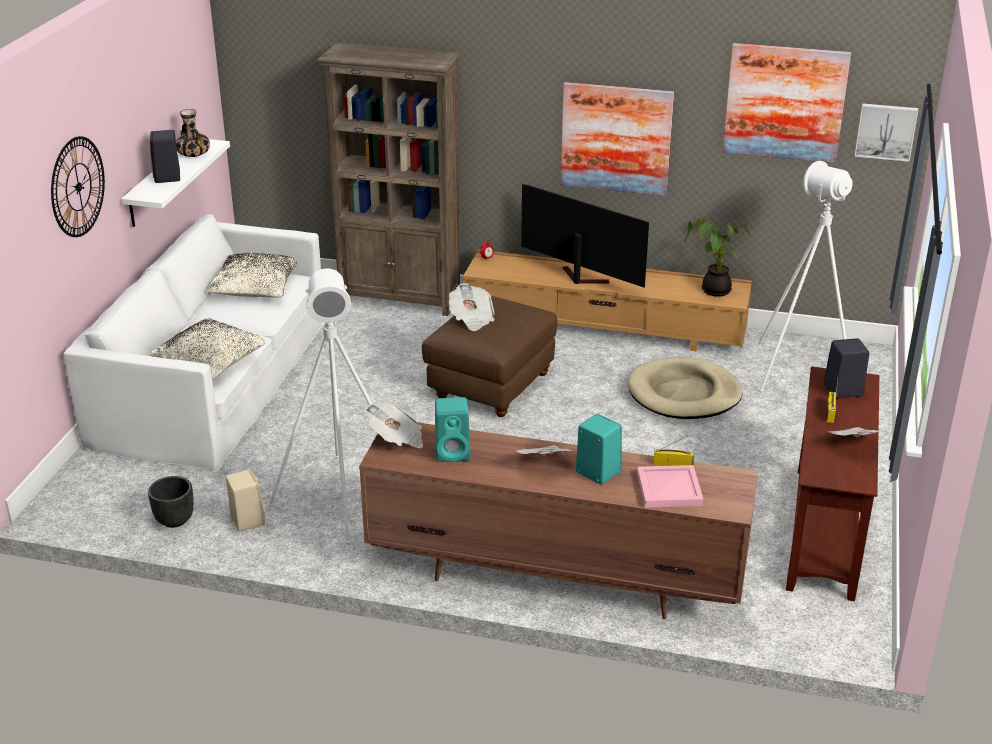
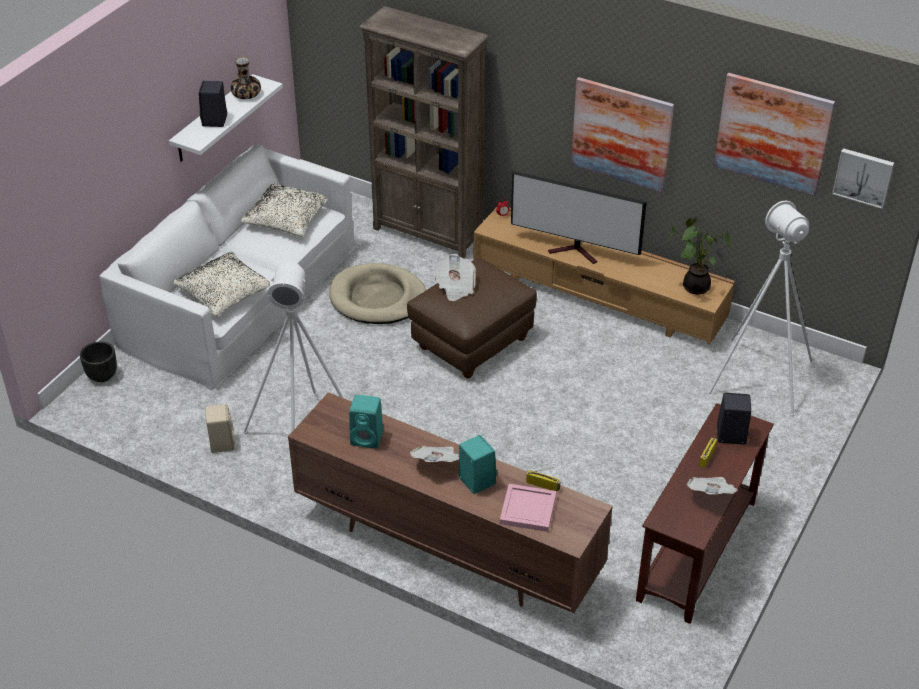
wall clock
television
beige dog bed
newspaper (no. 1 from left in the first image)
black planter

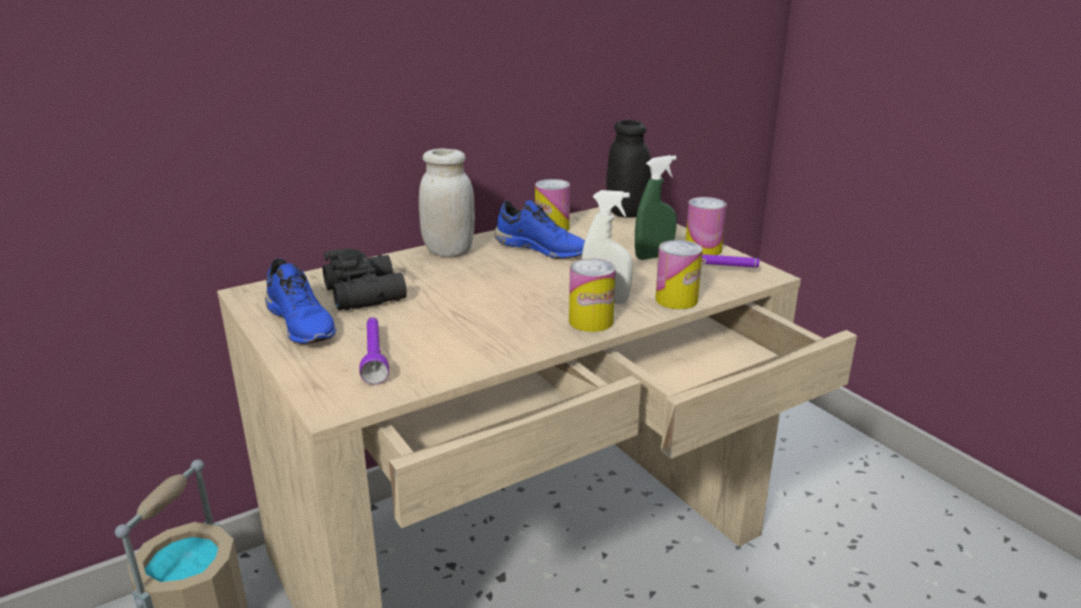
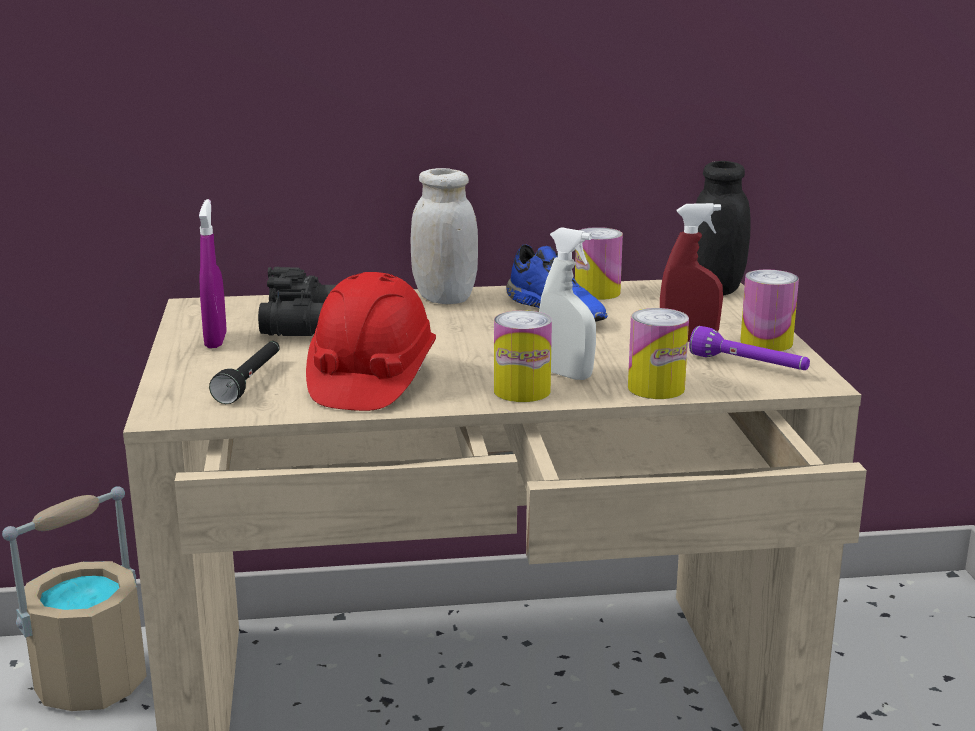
red spray bottle
purple spray bottle
black flashlight
red hard hat

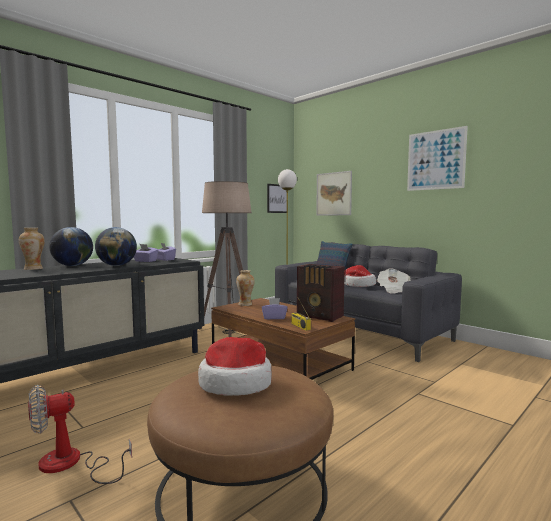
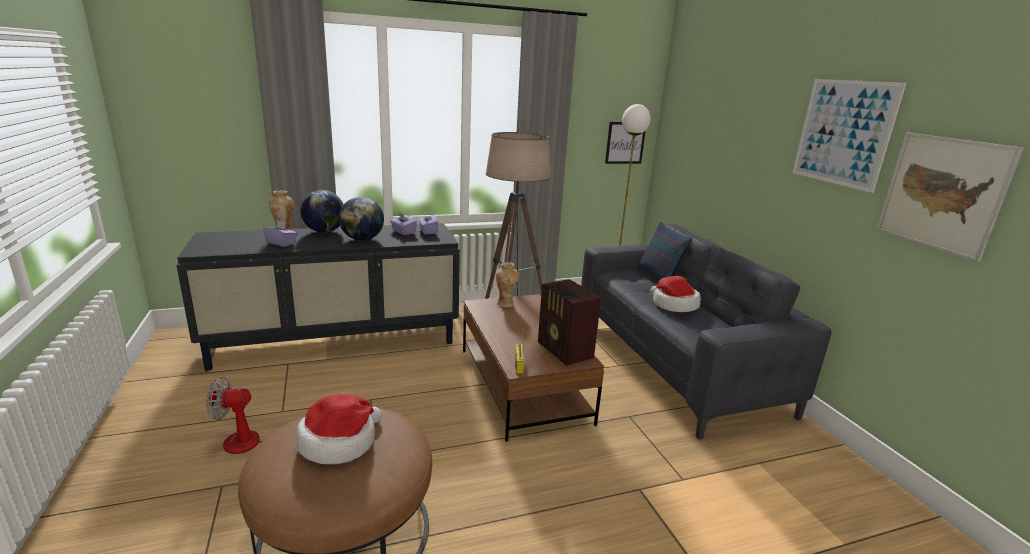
picture (no. 3 from left)
newspaper
purple tissue box (no. 1 from left)

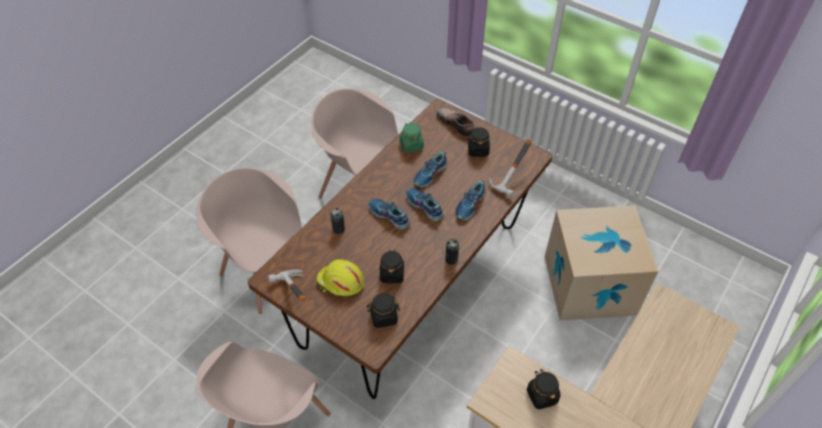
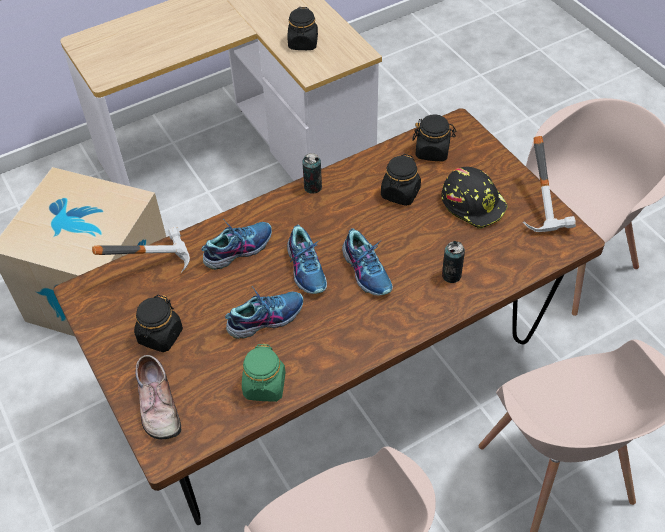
black hard hat

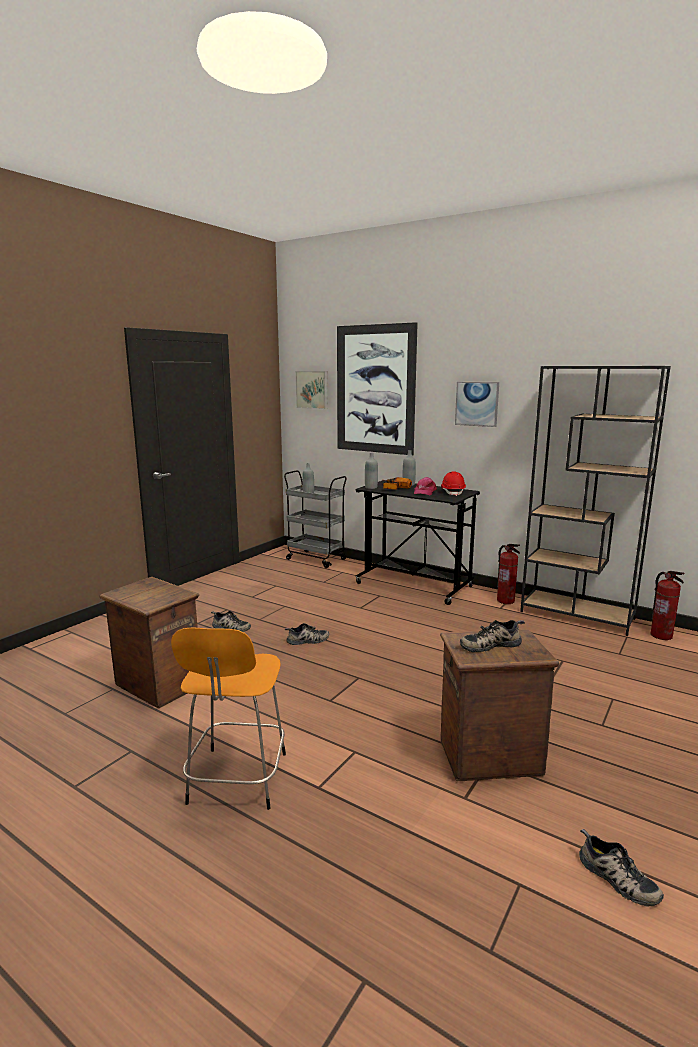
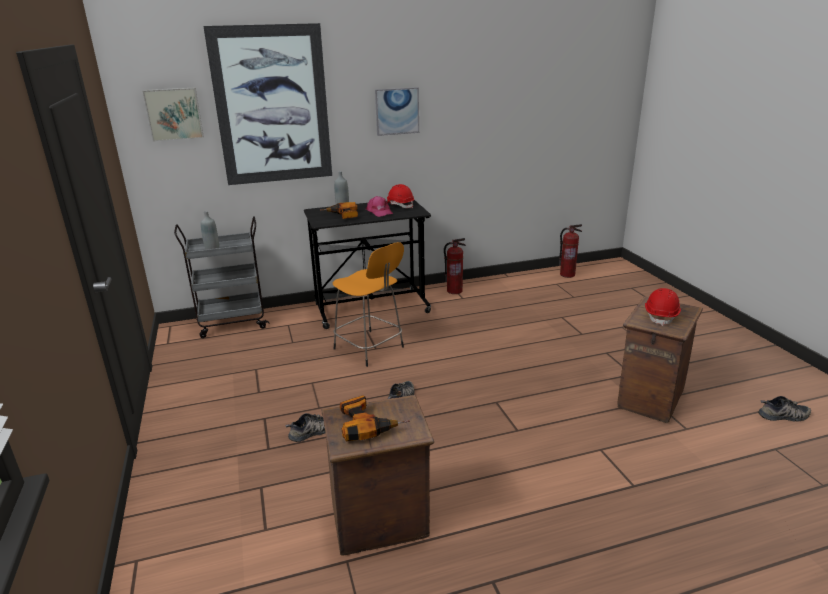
bookcase
grey bottle (no. 2 from left in the first image)
red hard hat (no. 2 from left)
orange stool
power drill (no. 2 from left)

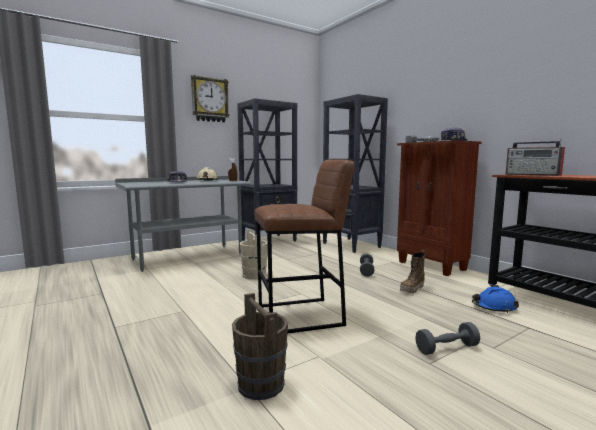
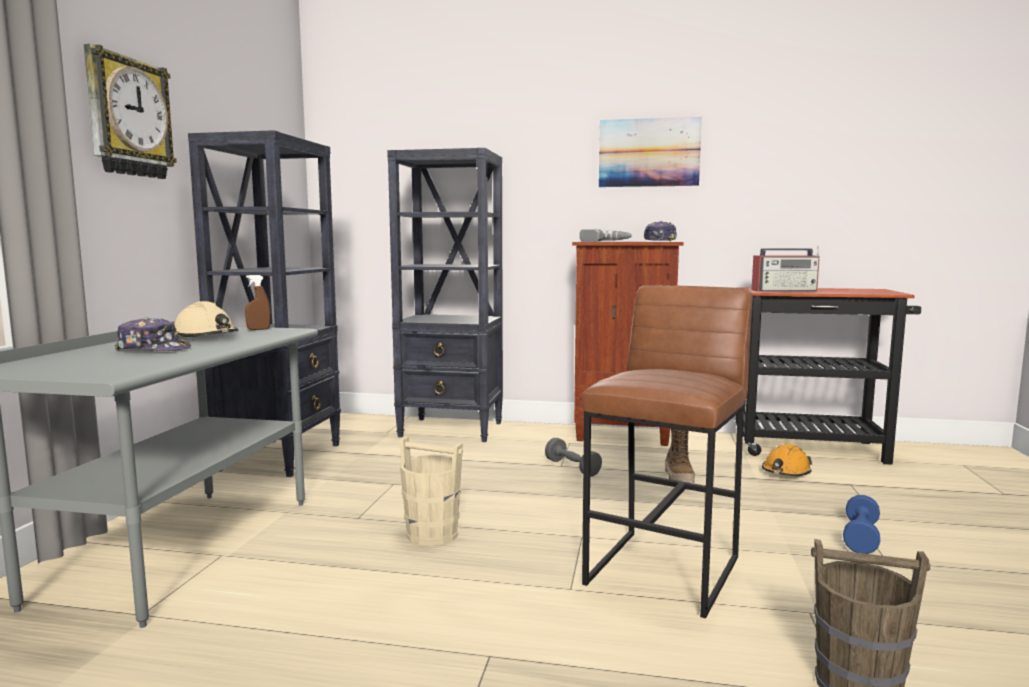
orange hard hat
blue dumbbell
picture

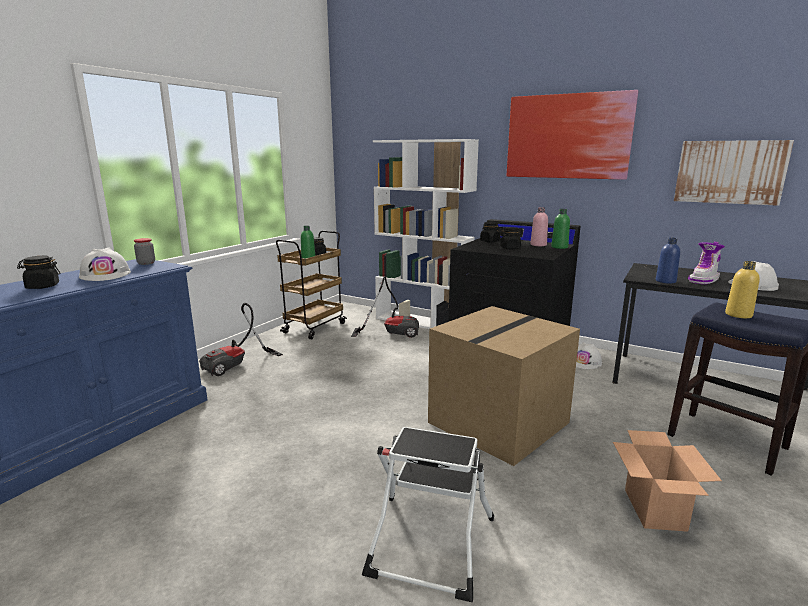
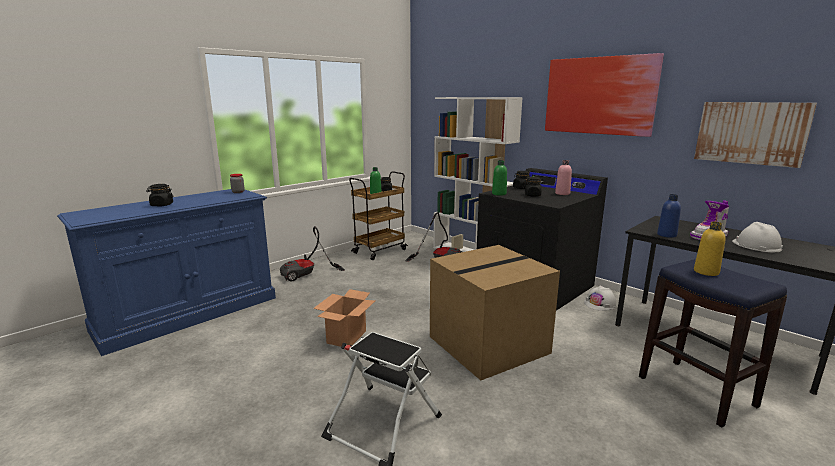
green bottle (no. 2 from left)
white hard hat (no. 1 from left in the first image)
cardboard box (no. 1 from left)

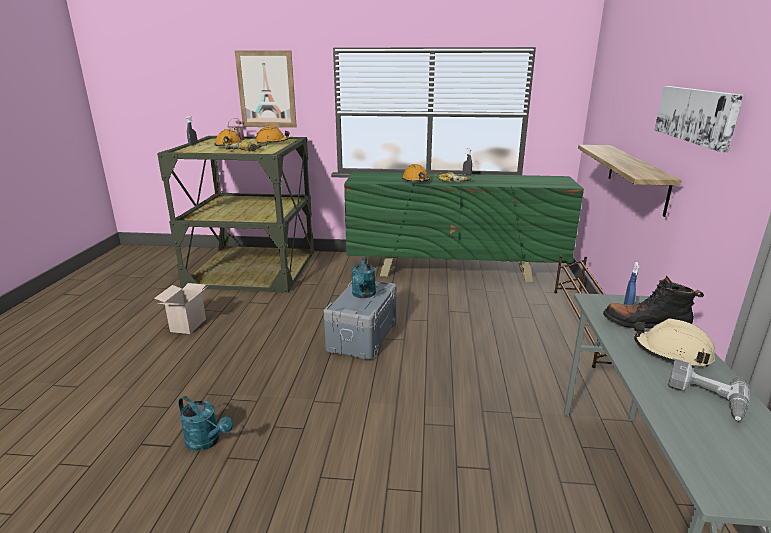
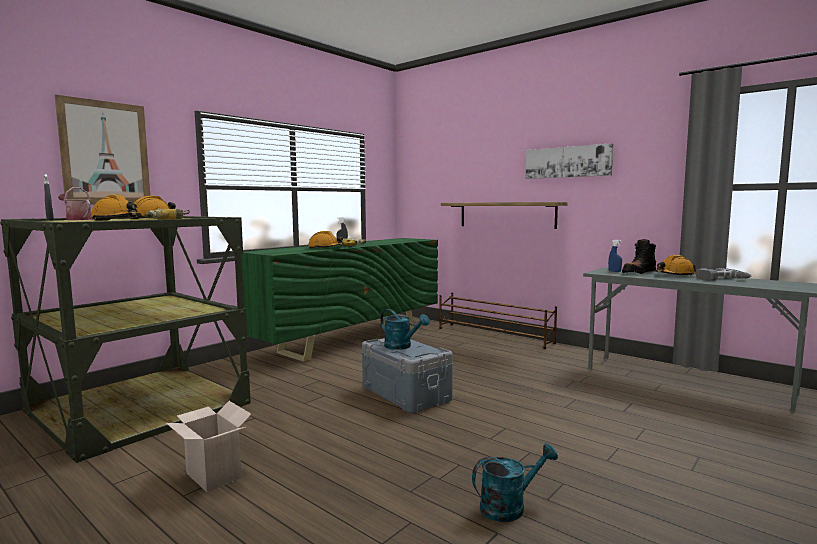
orange hard hat (no. 4 from left)

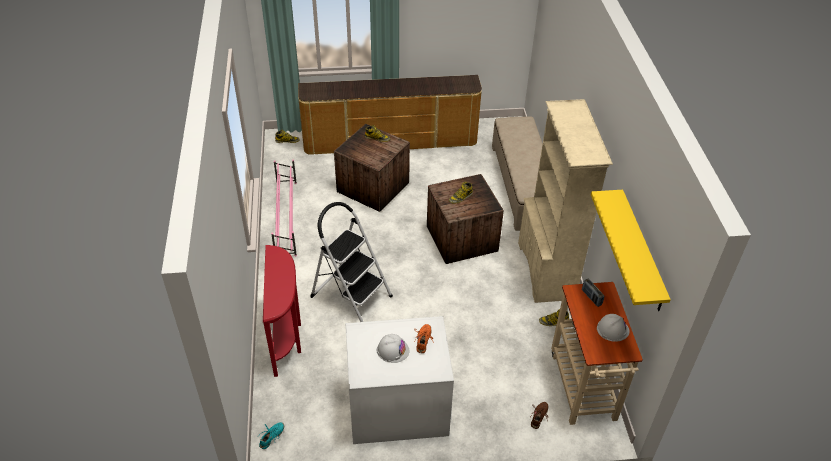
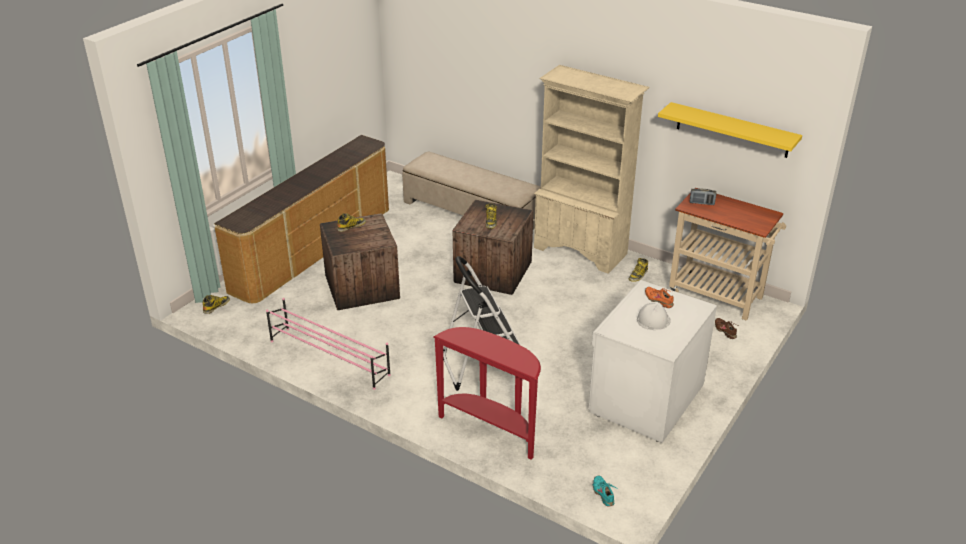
white hard hat (no. 2 from left in the first image)

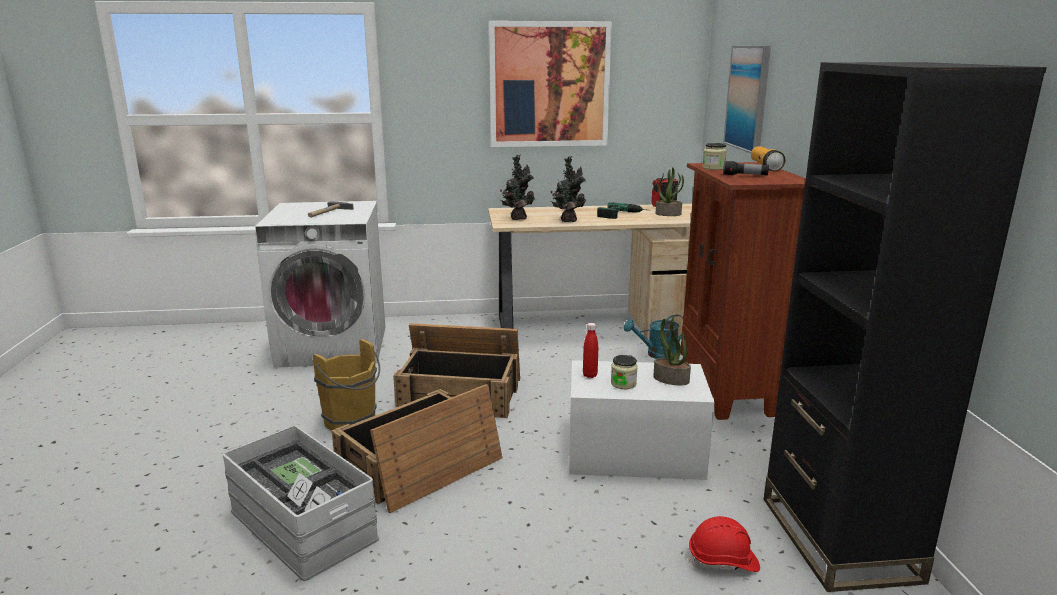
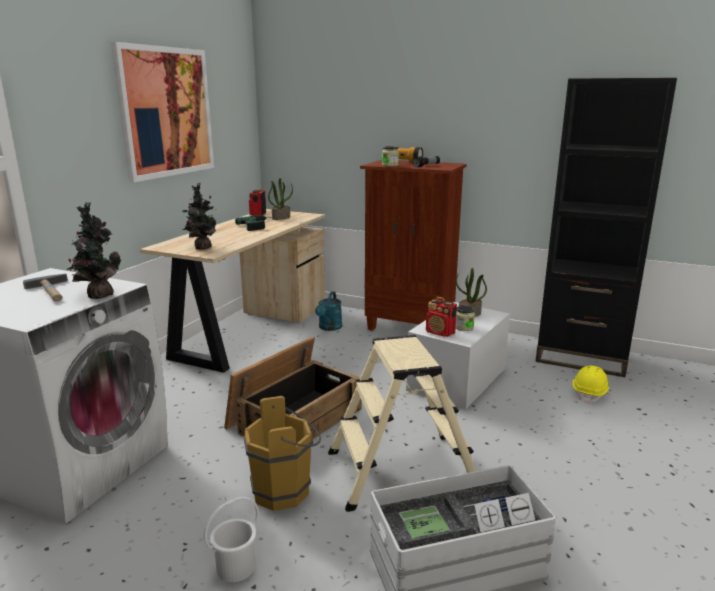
picture (no. 2 from left in the first image)
potted plant (no. 1 from left)
radio (no. 2 from left)
beige step ladder
yellow hard hat
white bucket

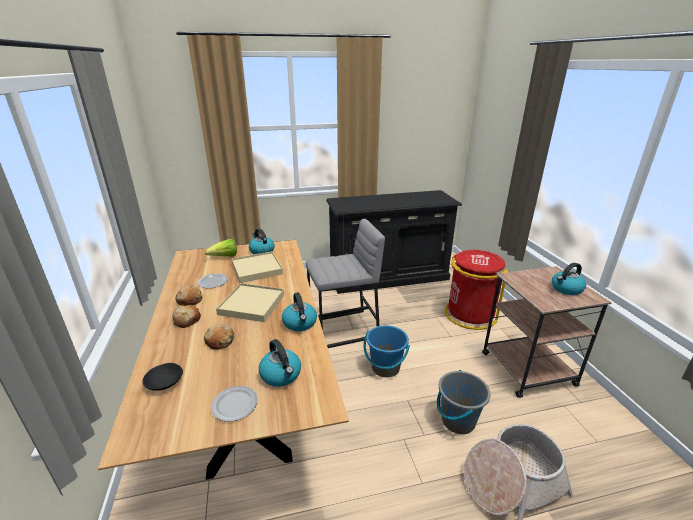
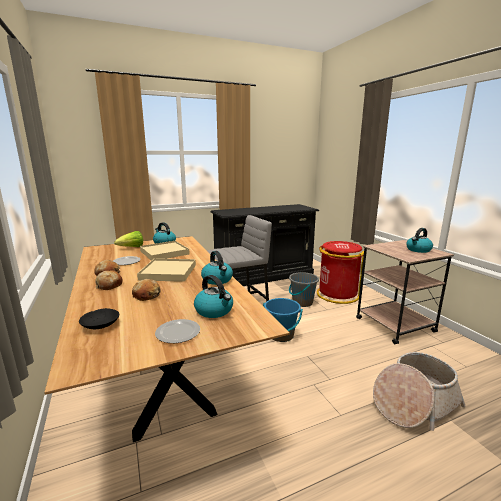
grey bucket

